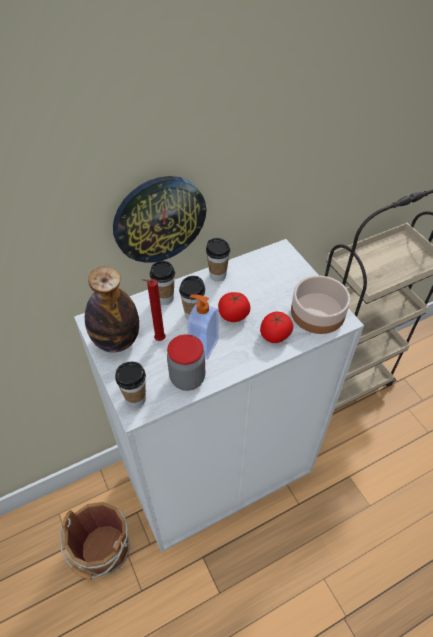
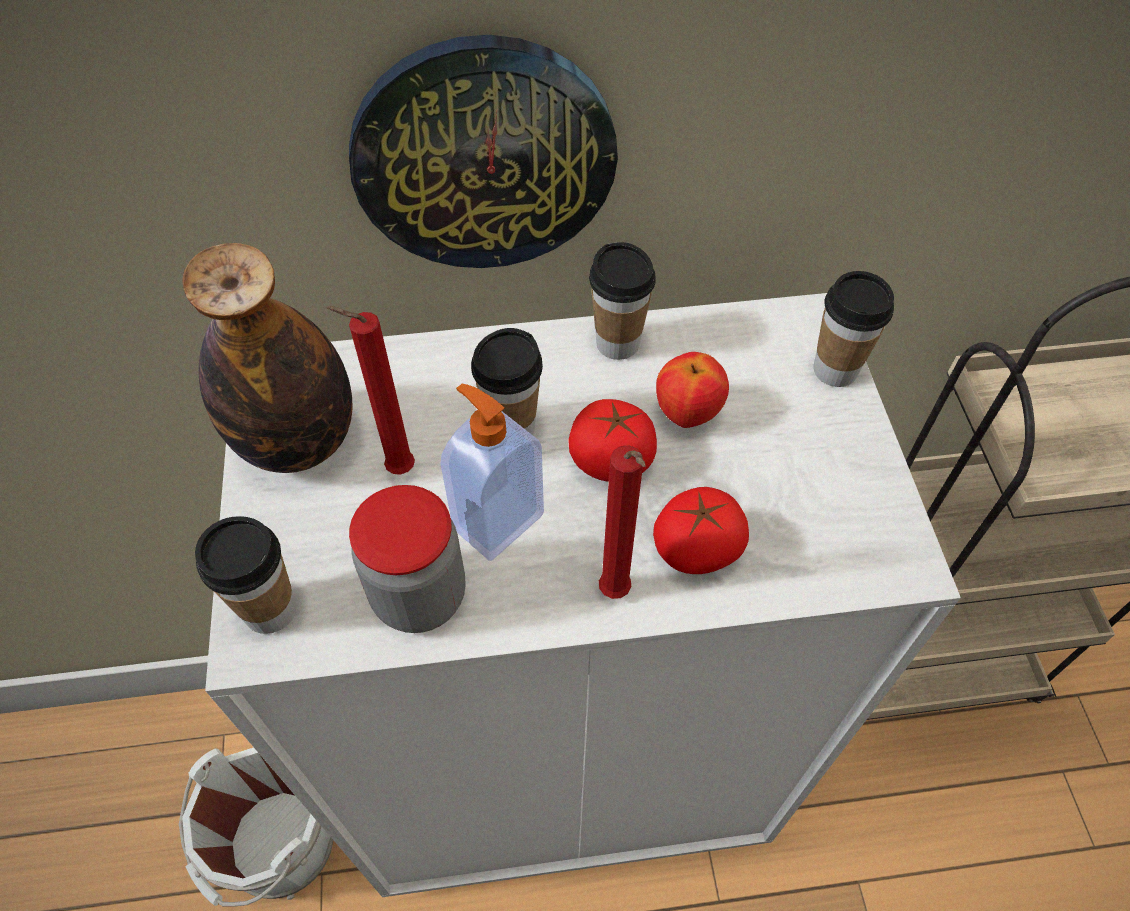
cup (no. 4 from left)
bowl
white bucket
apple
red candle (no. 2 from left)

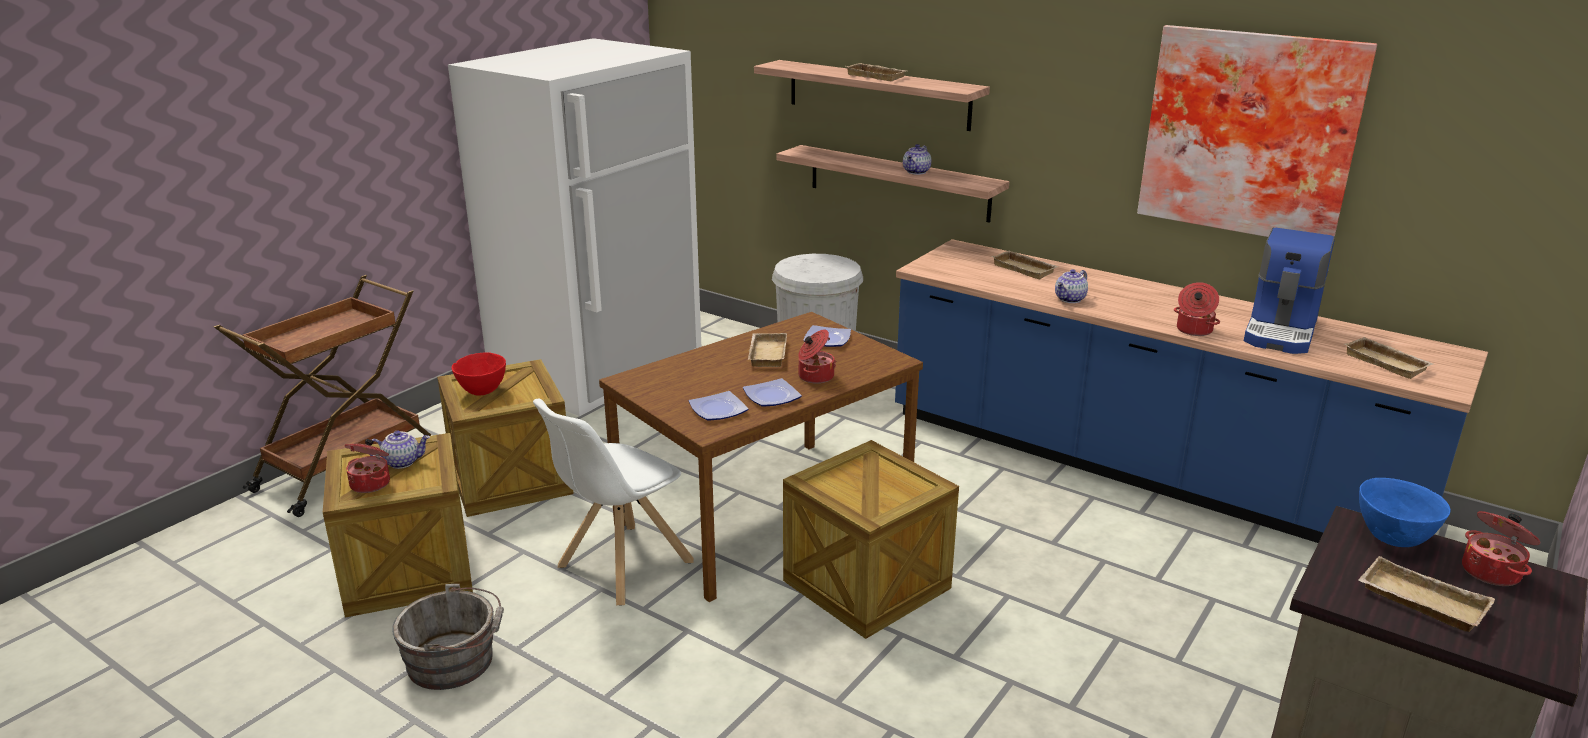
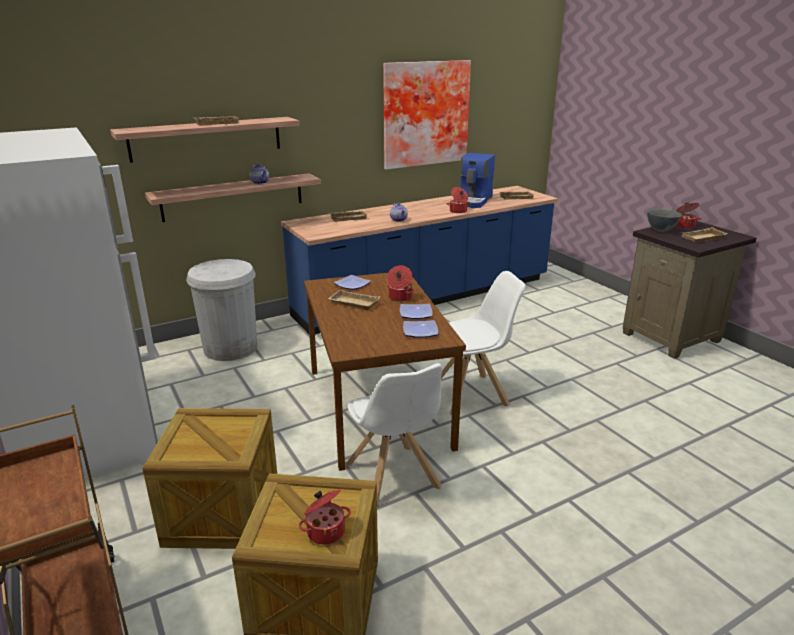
coffee machine
red bowl
teapot (no. 1 from left in the first image)
white chair (no. 2 from left)
grey bowl
grey bucket

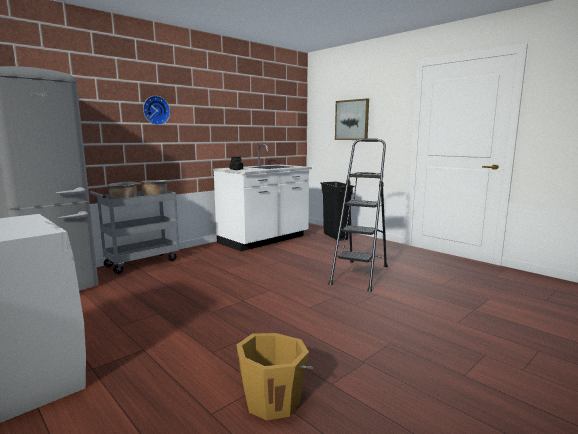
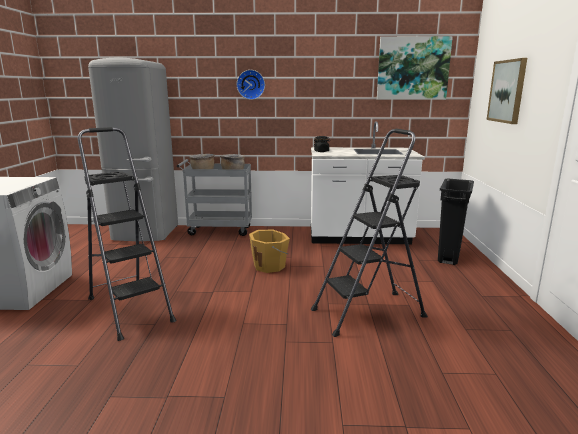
orange bucket
picture (no. 1 from left)
step ladder (no. 1 from left)

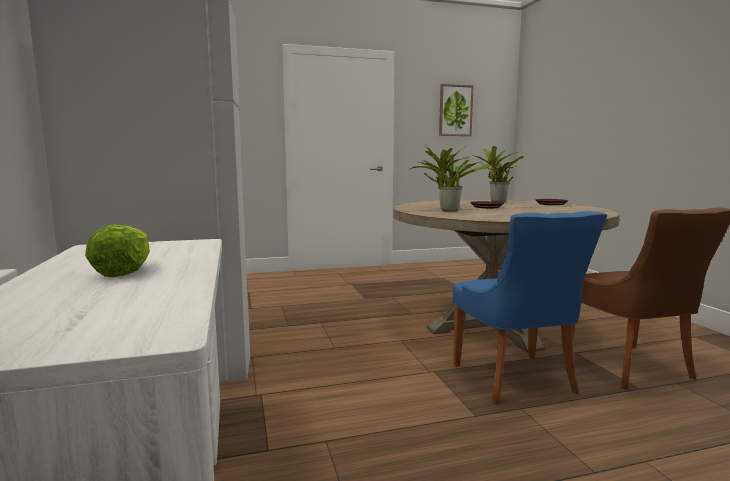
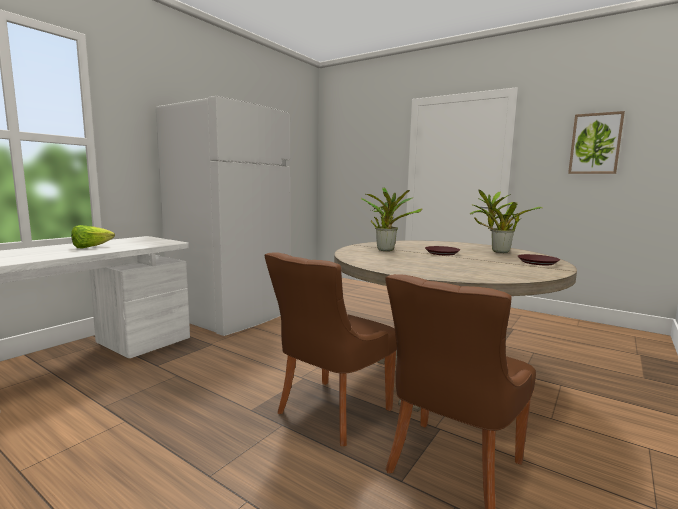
brown chair (no. 1 from left)

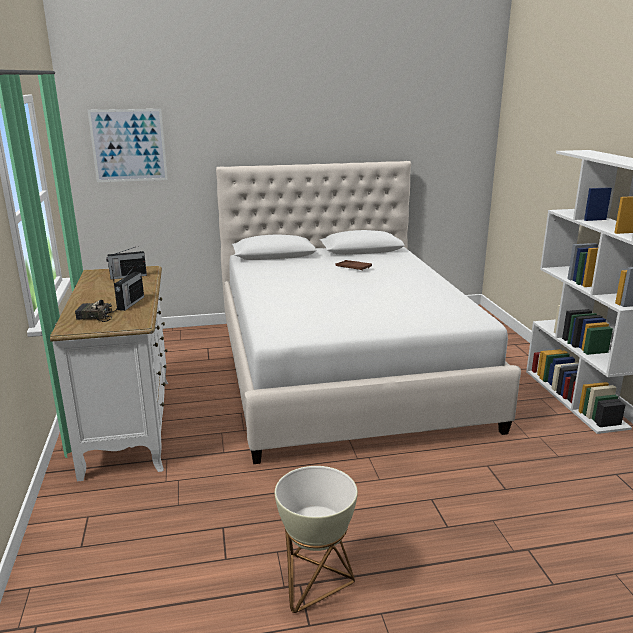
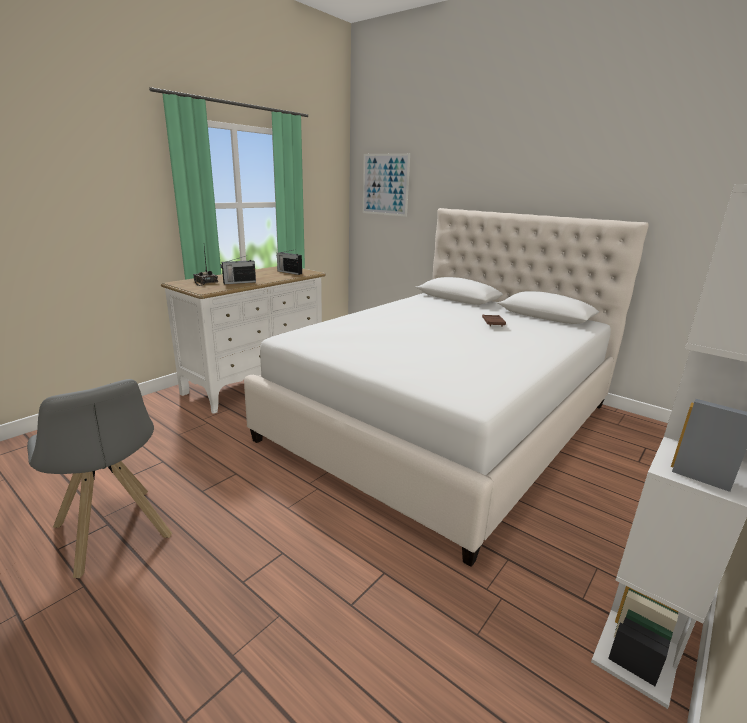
grey chair

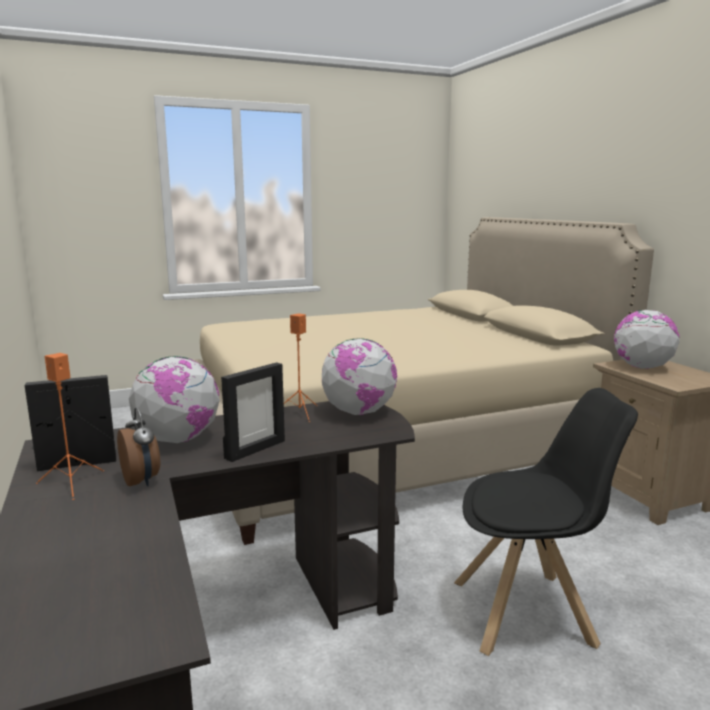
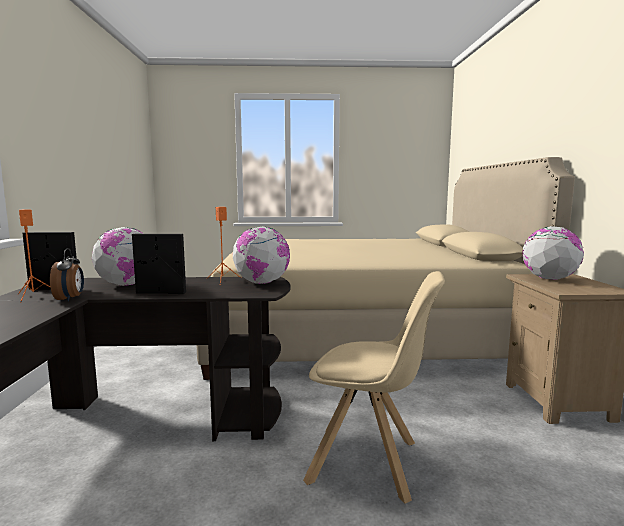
picture frame (no. 2 from left)
beige chair

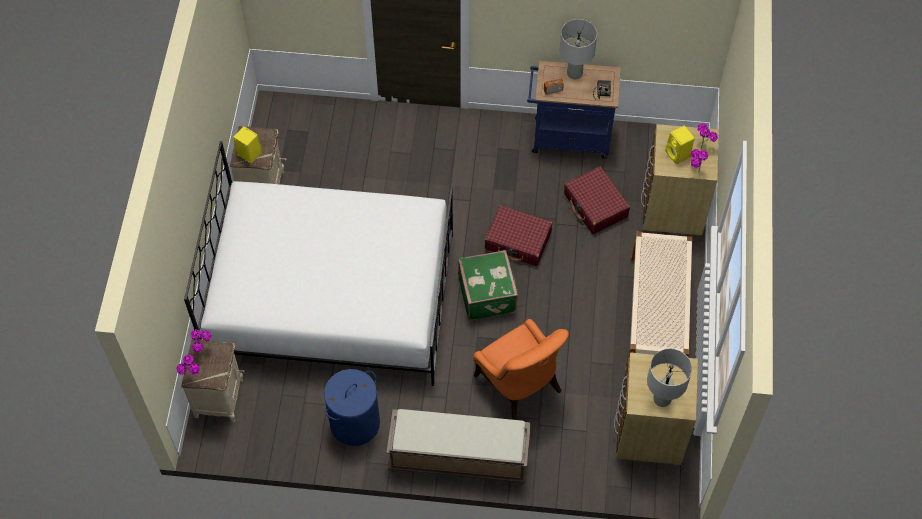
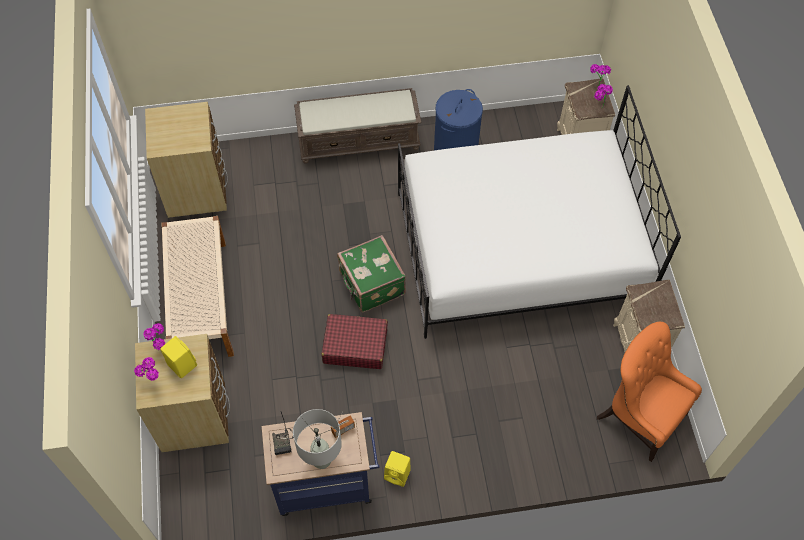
yellow speaker (no. 2 from left)
red suitcase (no. 2 from left in the first image)
orange chair
grey table lamp (no. 2 from left in the first image)

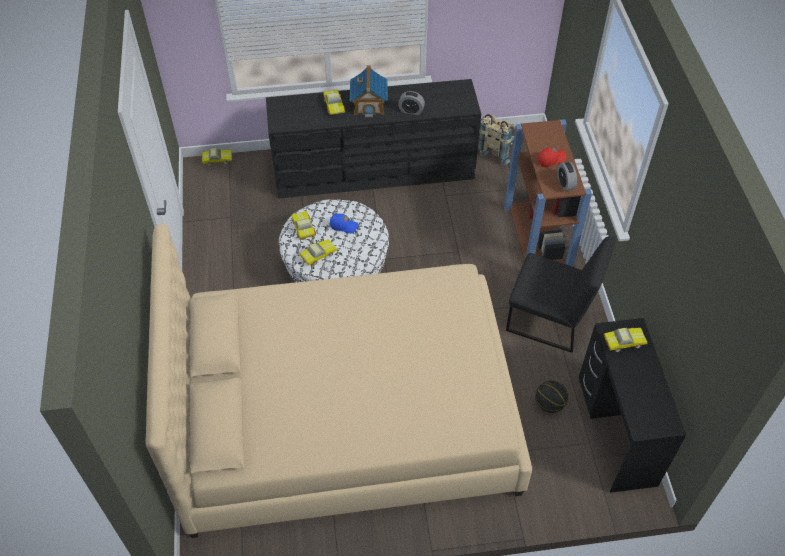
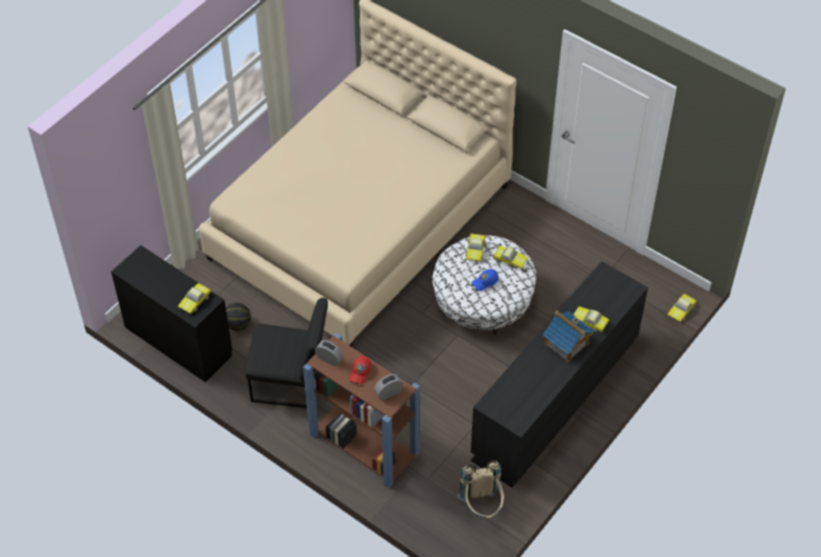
alarm clock (no. 2 from left)
black chair

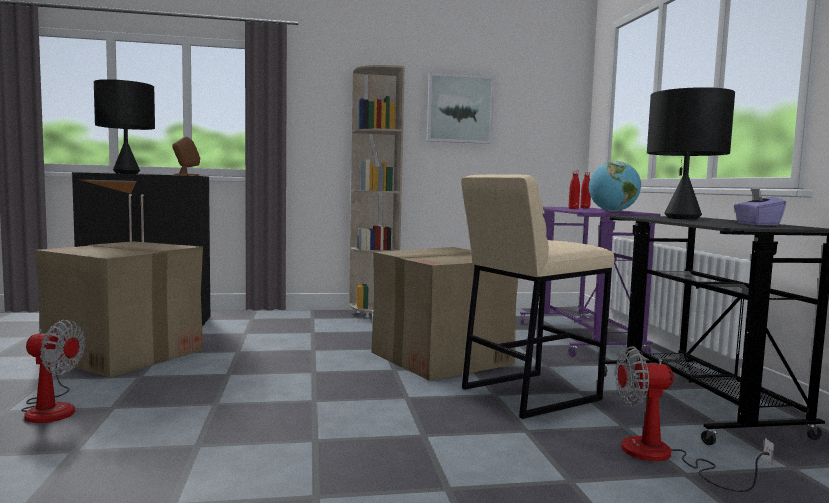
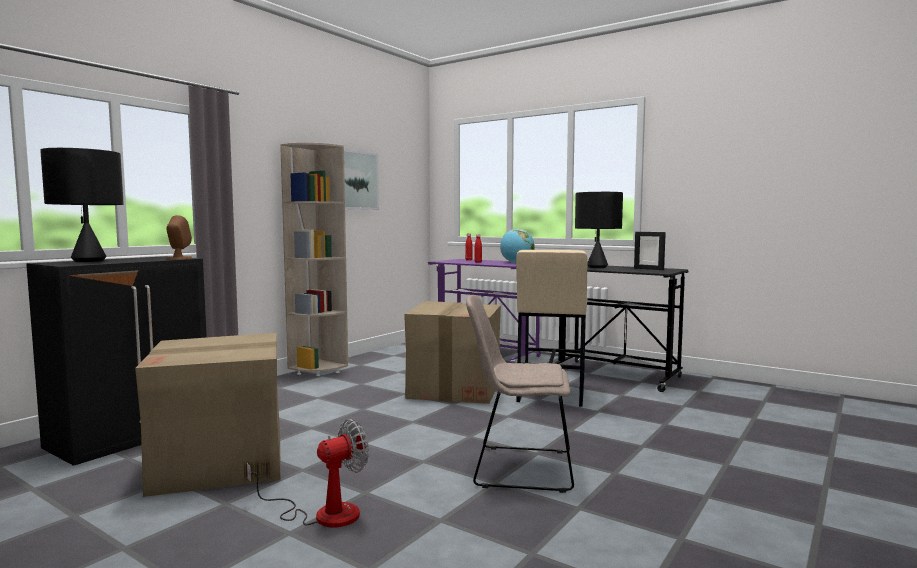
picture frame
fan (no. 2 from left in the first image)
beige chair

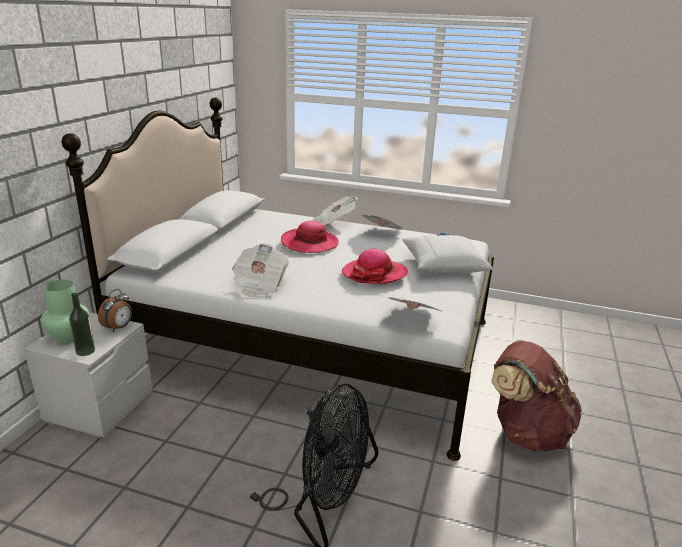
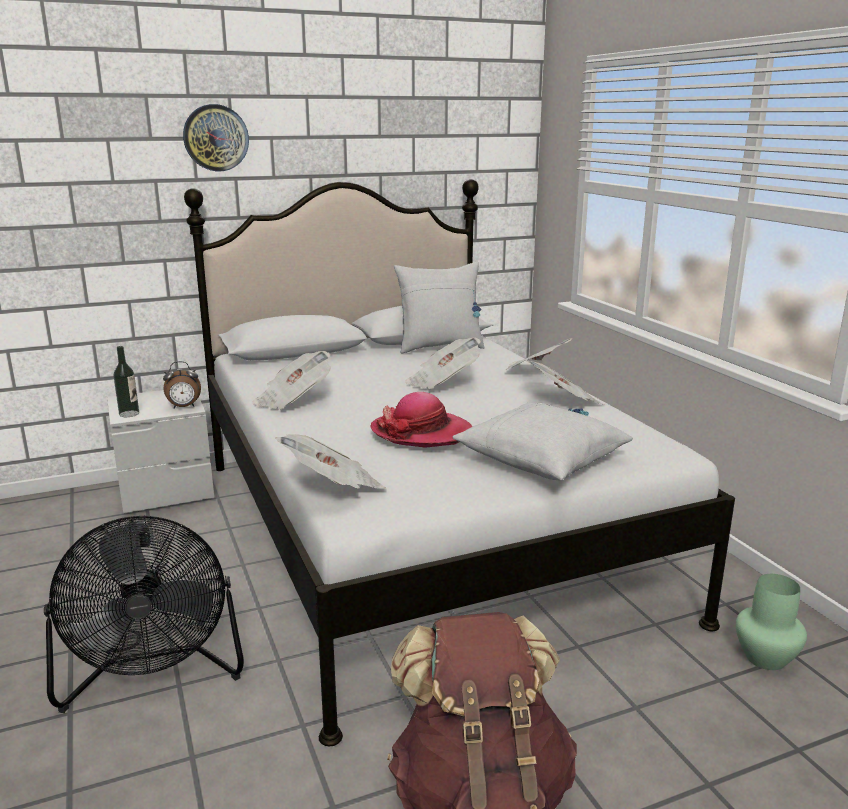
newspaper (no. 3 from left)
green vase
wall clock
grey pillow (no. 1 from left)

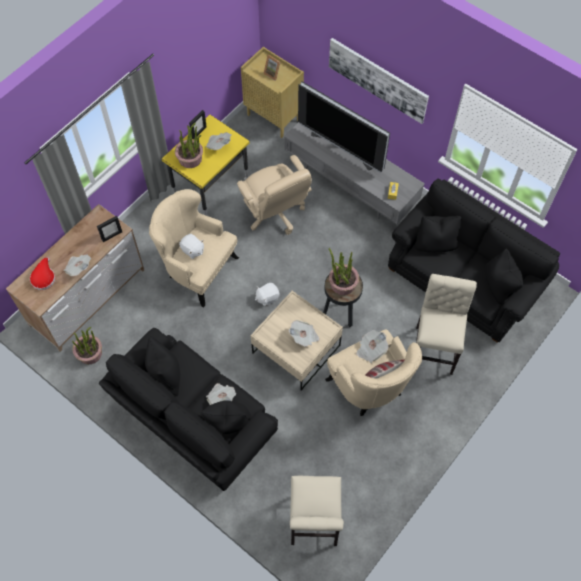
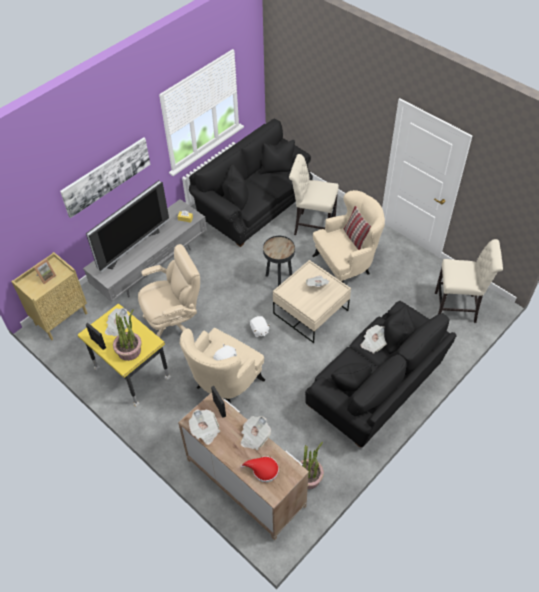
potted plant (no. 3 from left in the first image)
newspaper (no. 2 from left)

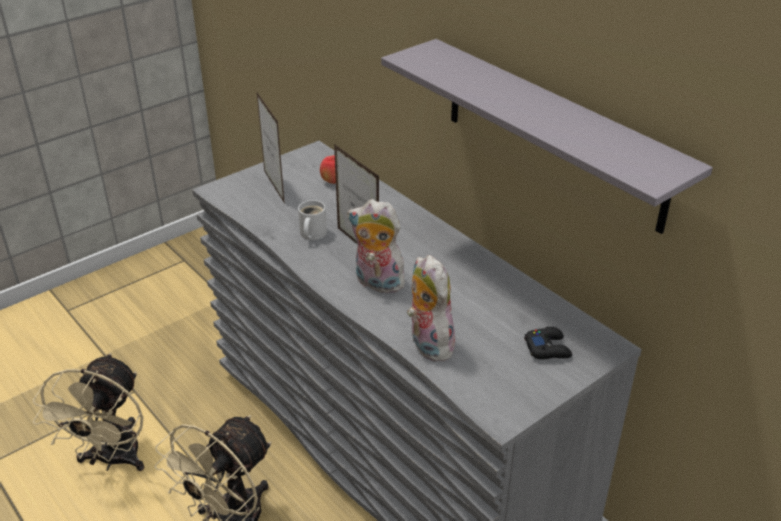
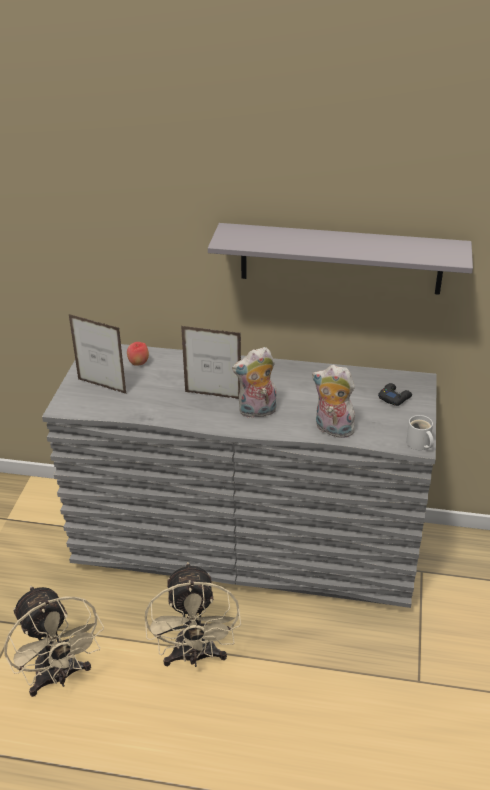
white mug

